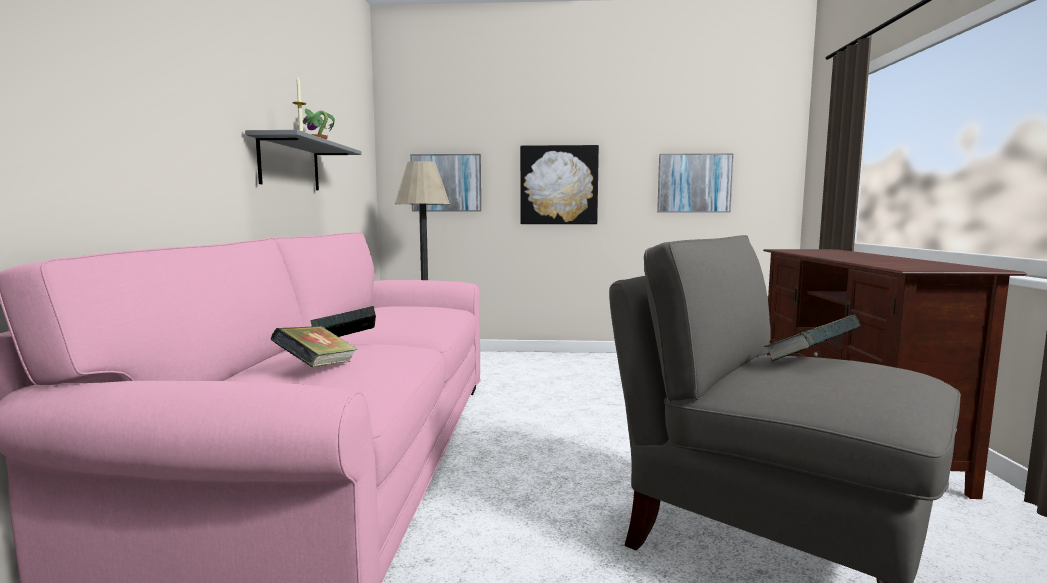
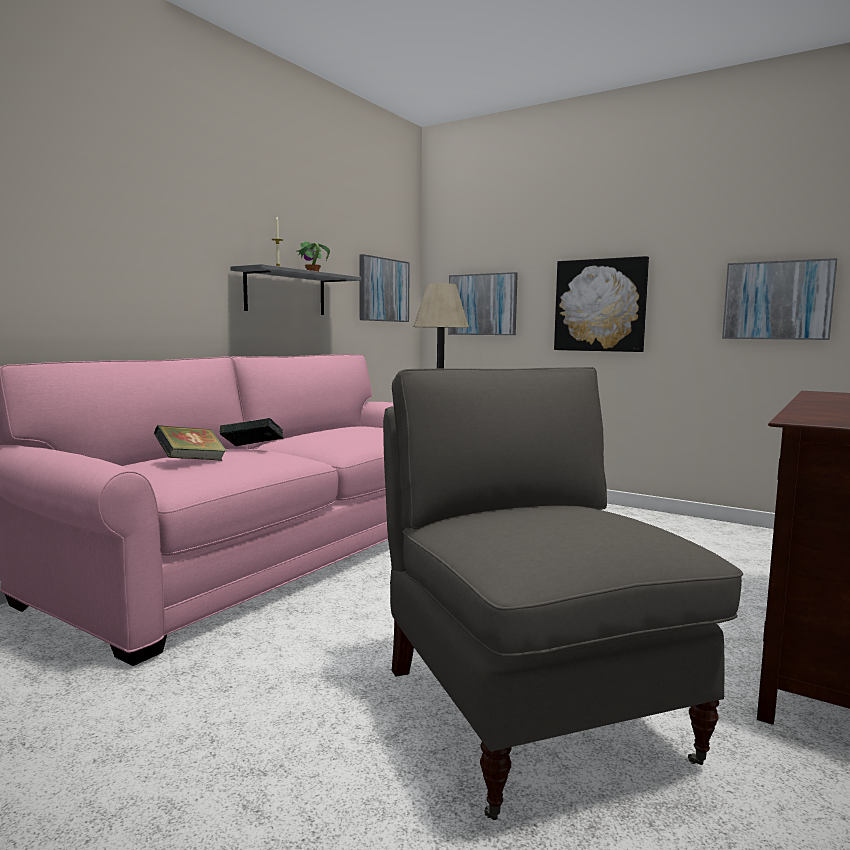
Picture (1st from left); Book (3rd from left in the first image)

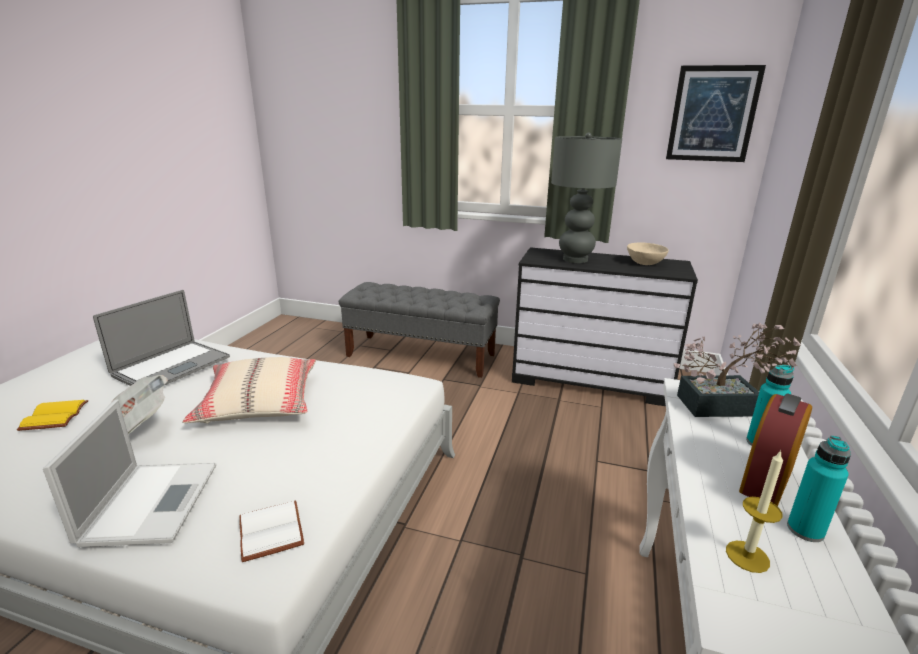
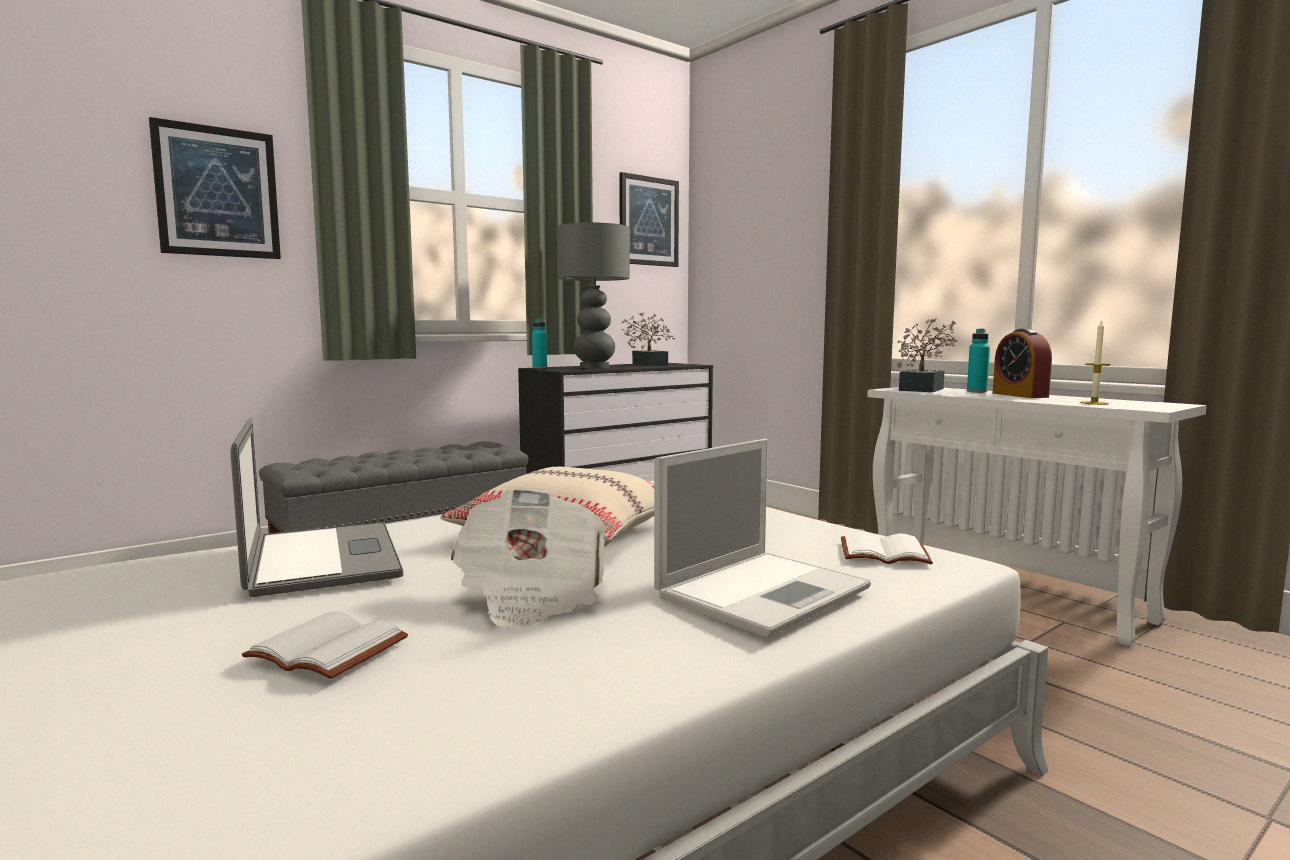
Picture (1st from left); WhiteBook (1st from left); TurquoiseBottle (1st from left); PottedPlant (1st from left); Laptop (2nd from left)

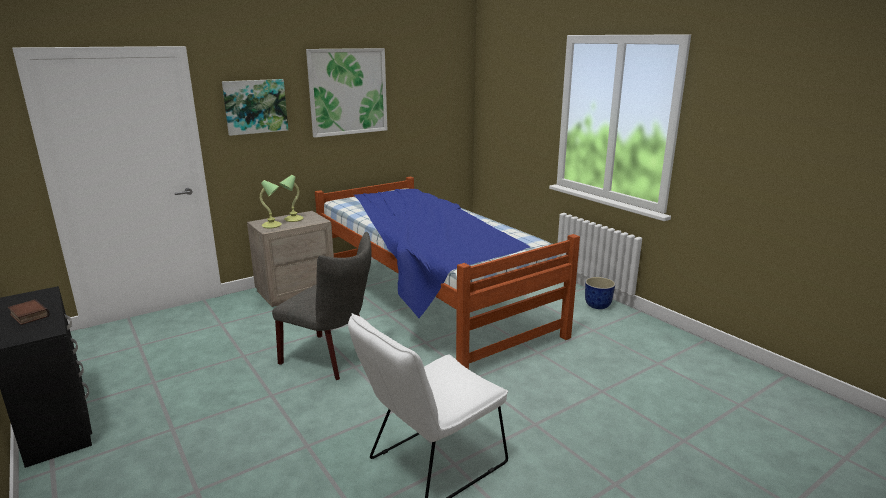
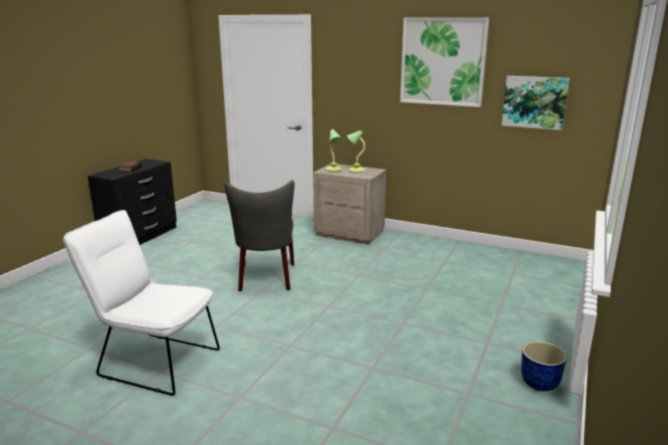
Picture (2nd from left); Bed

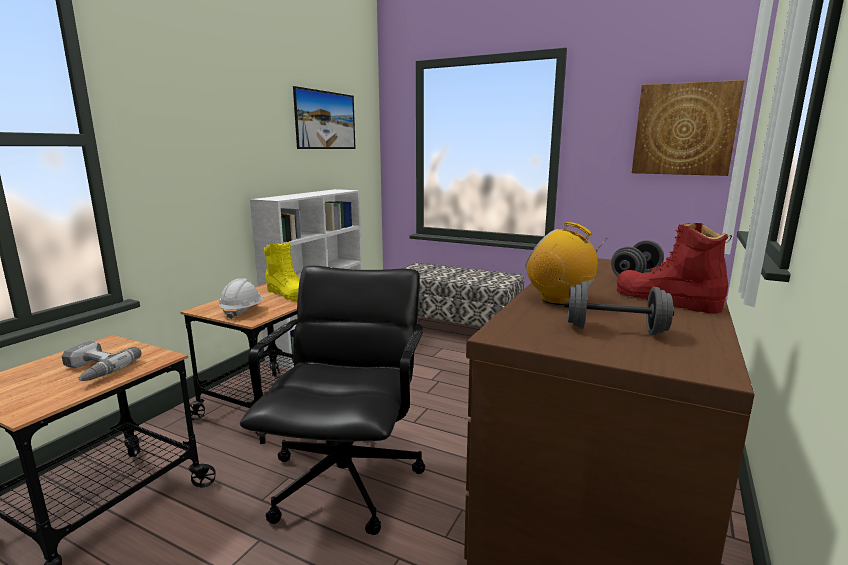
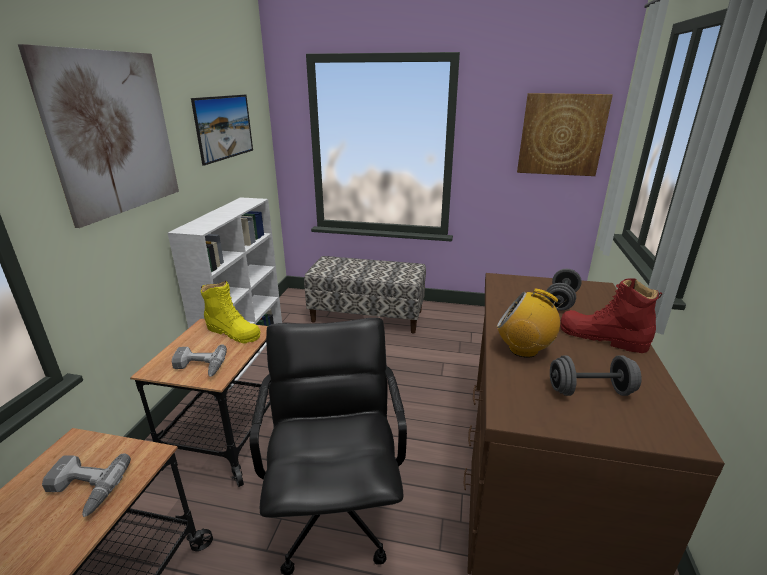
Picture (1st from left); PowerDrill (2nd from left)

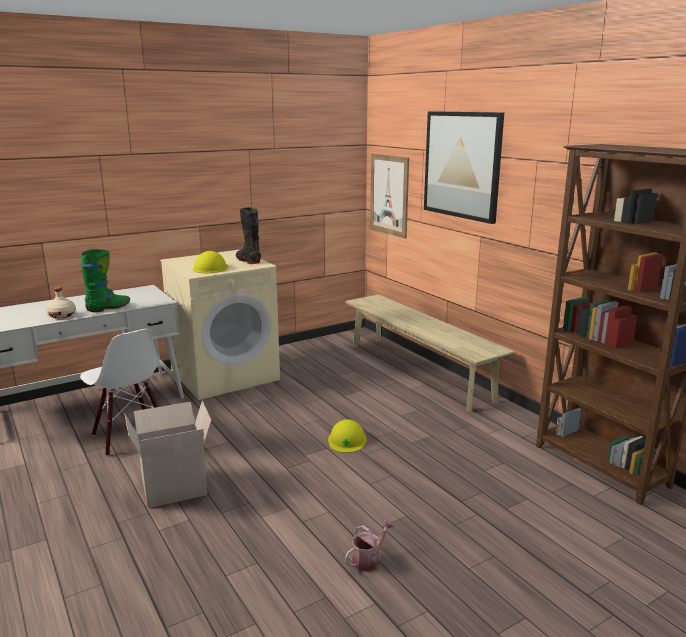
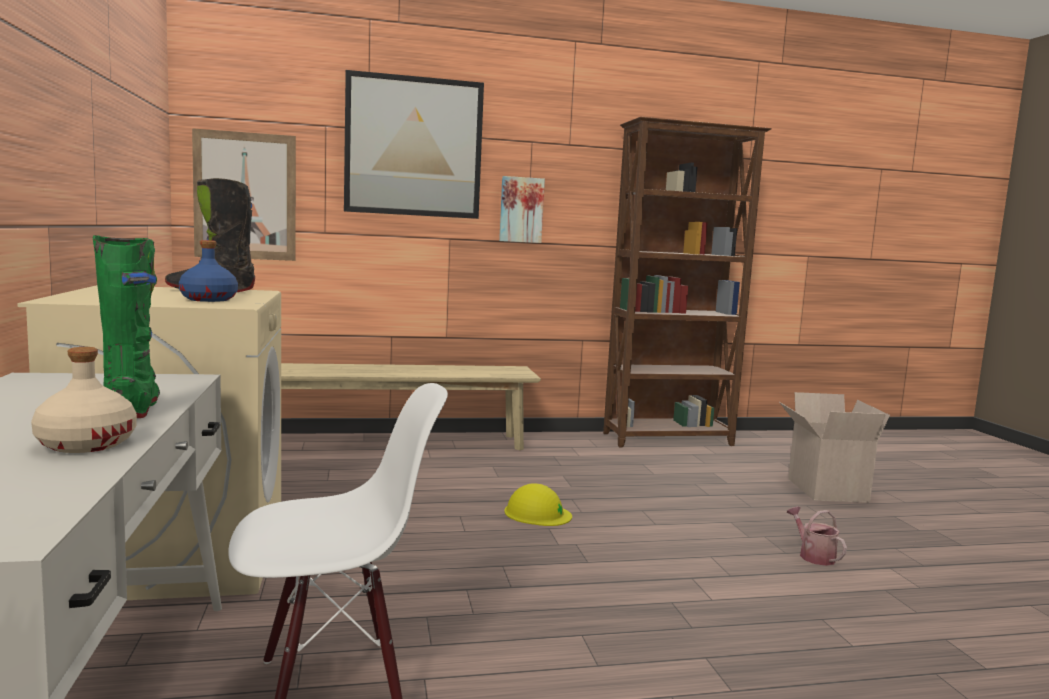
BlueBottle; Picture (3rd from left); CardboardBox

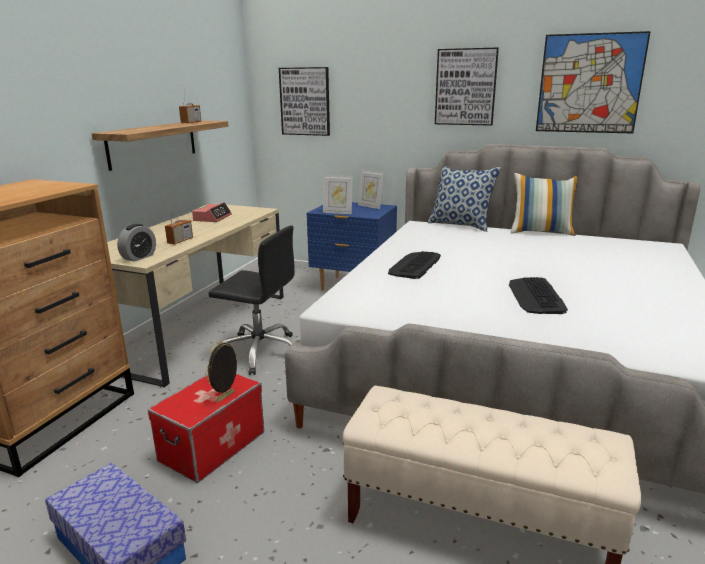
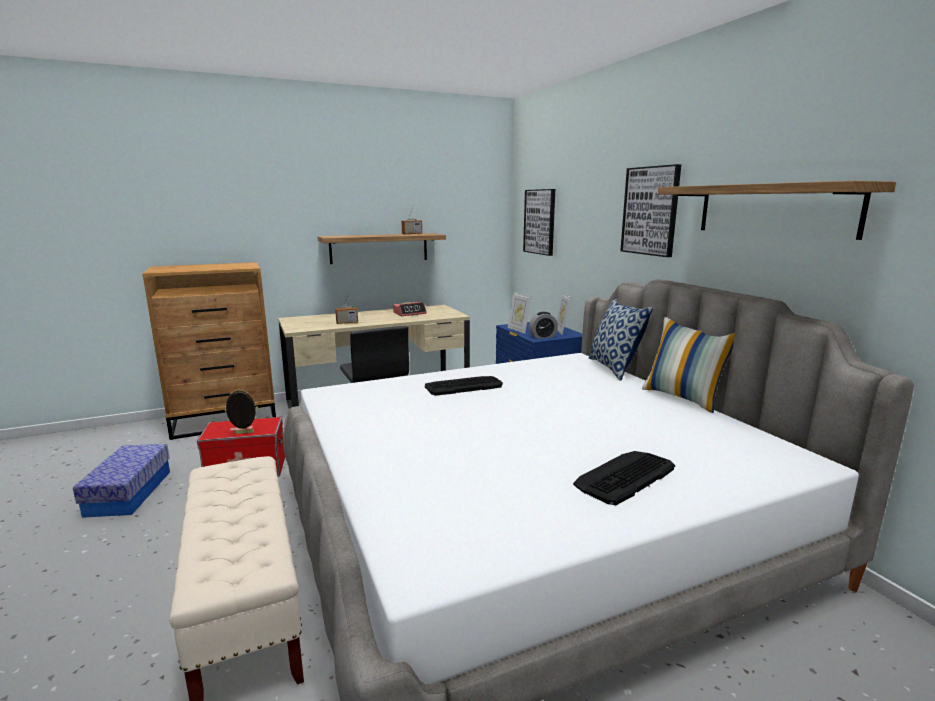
AlarmClock (2nd from left); Keyboard (2nd from left); Shelf (2nd from left)

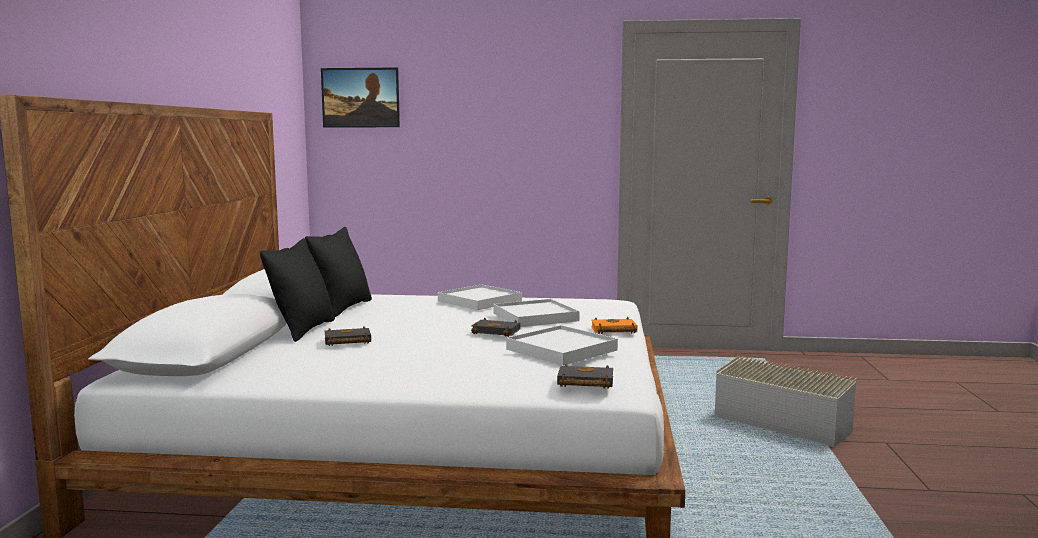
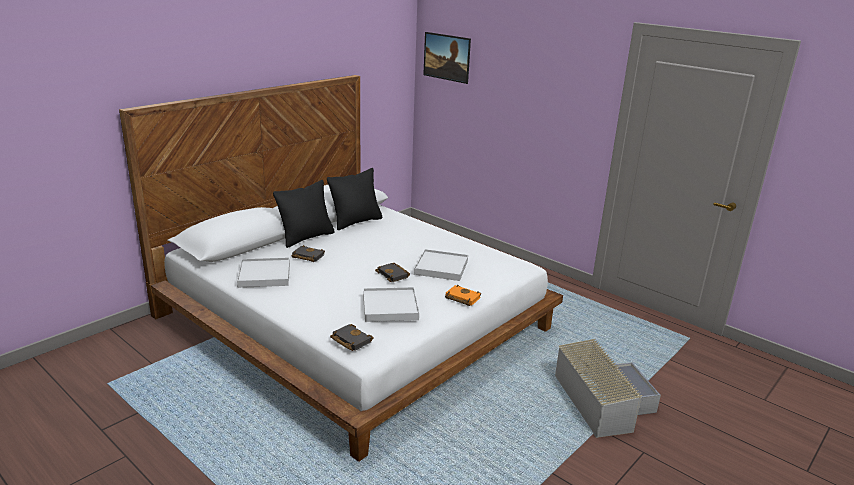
WhiteTray (1st from left)

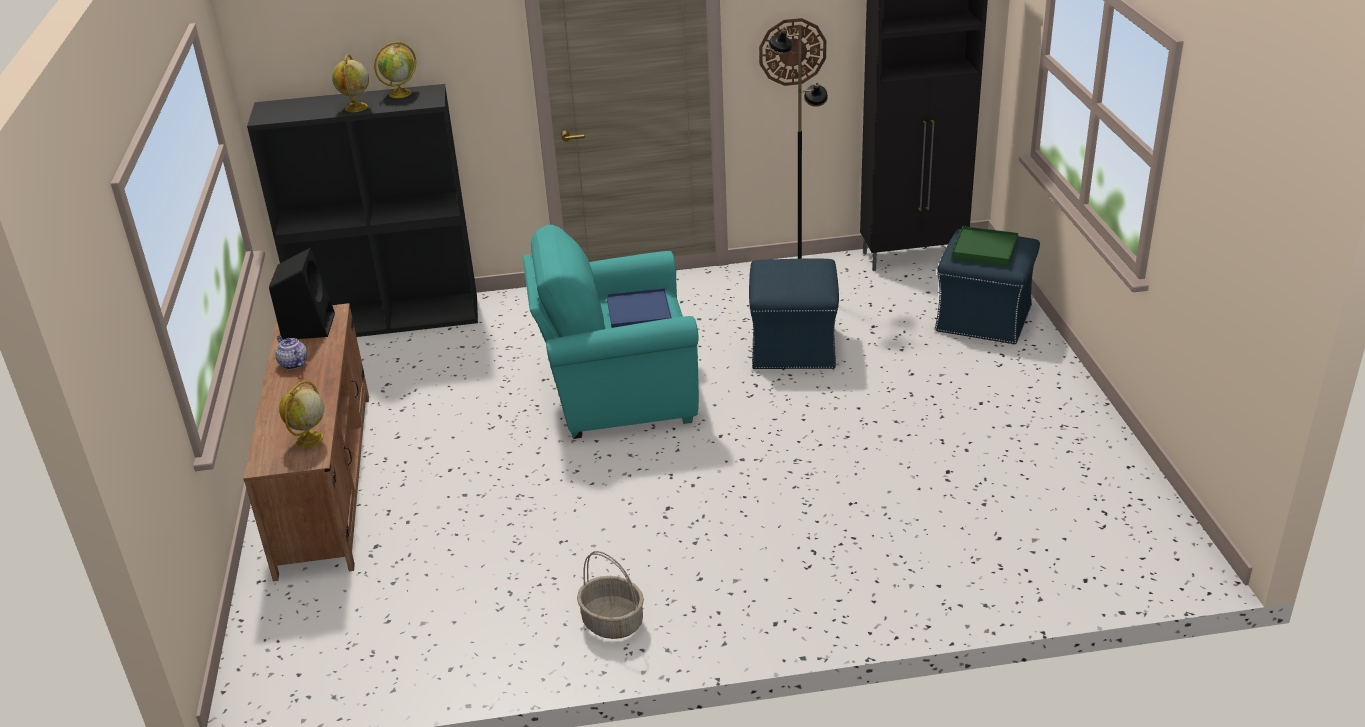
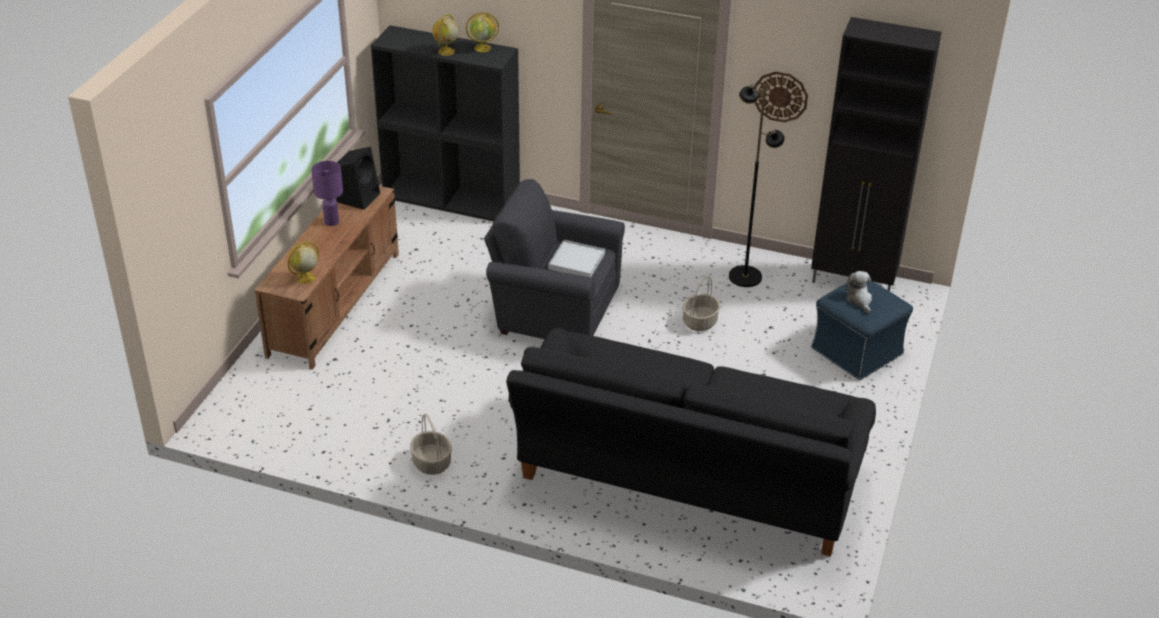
PurpleTableLamp; GreyArmchair; BlackSofa; WhiteTray; Basket (2nd from left); PlushToy

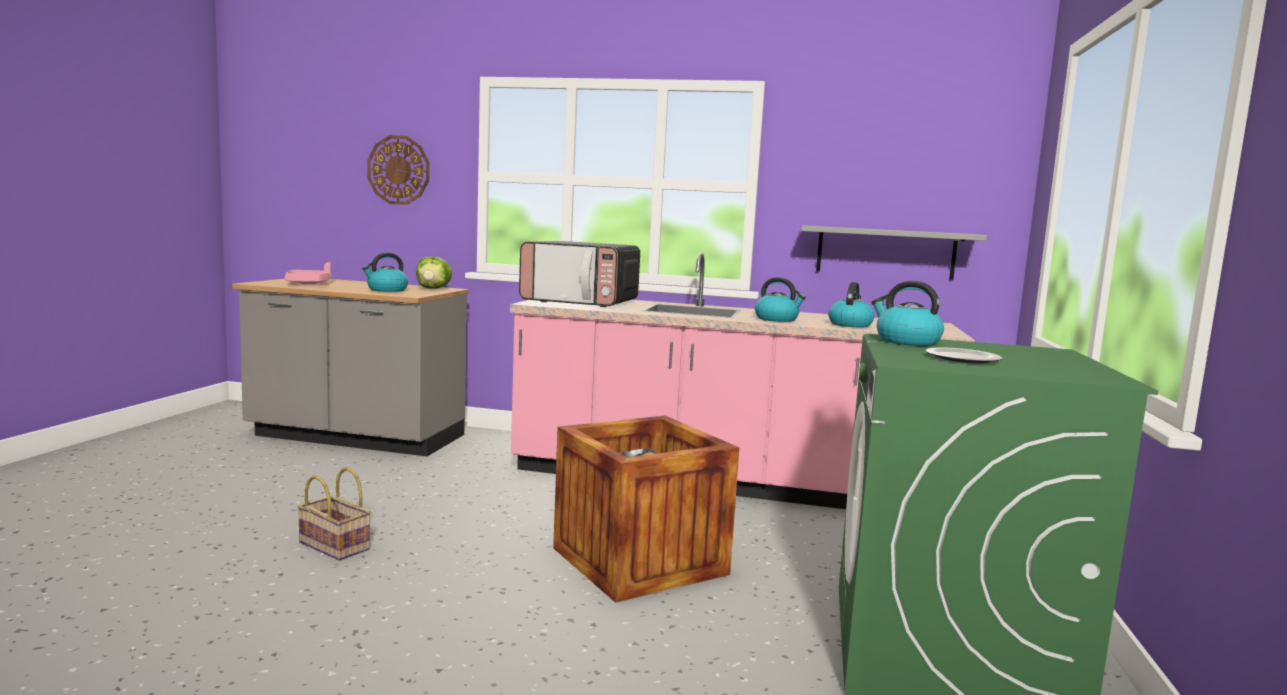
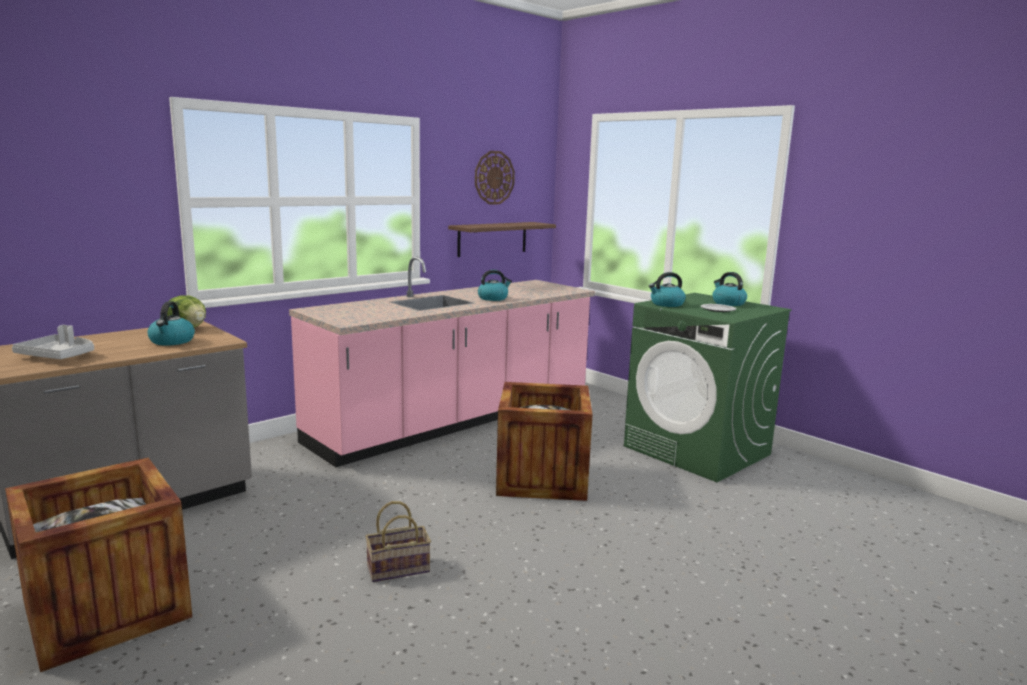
Crate (1st from left); GreyTray; BrownShelf; WallClock; Kettle (4th from left); Microwave

